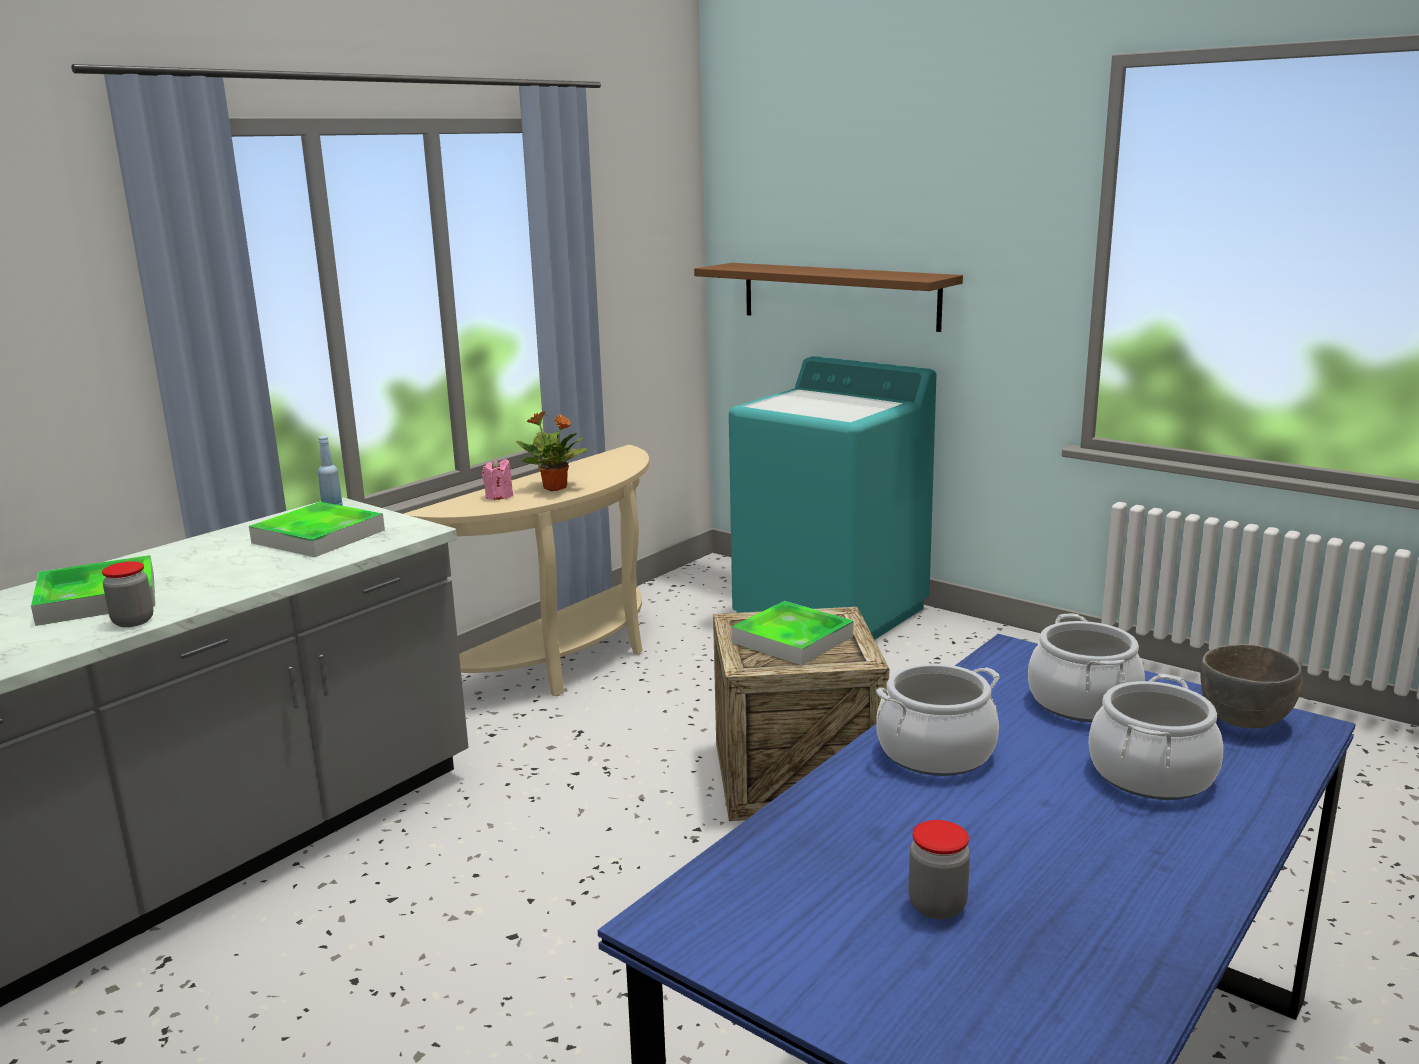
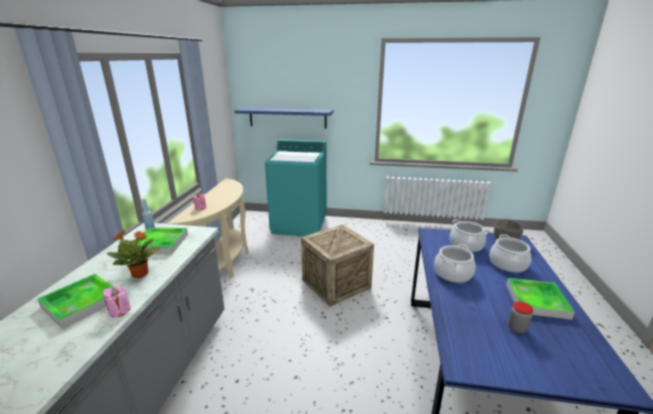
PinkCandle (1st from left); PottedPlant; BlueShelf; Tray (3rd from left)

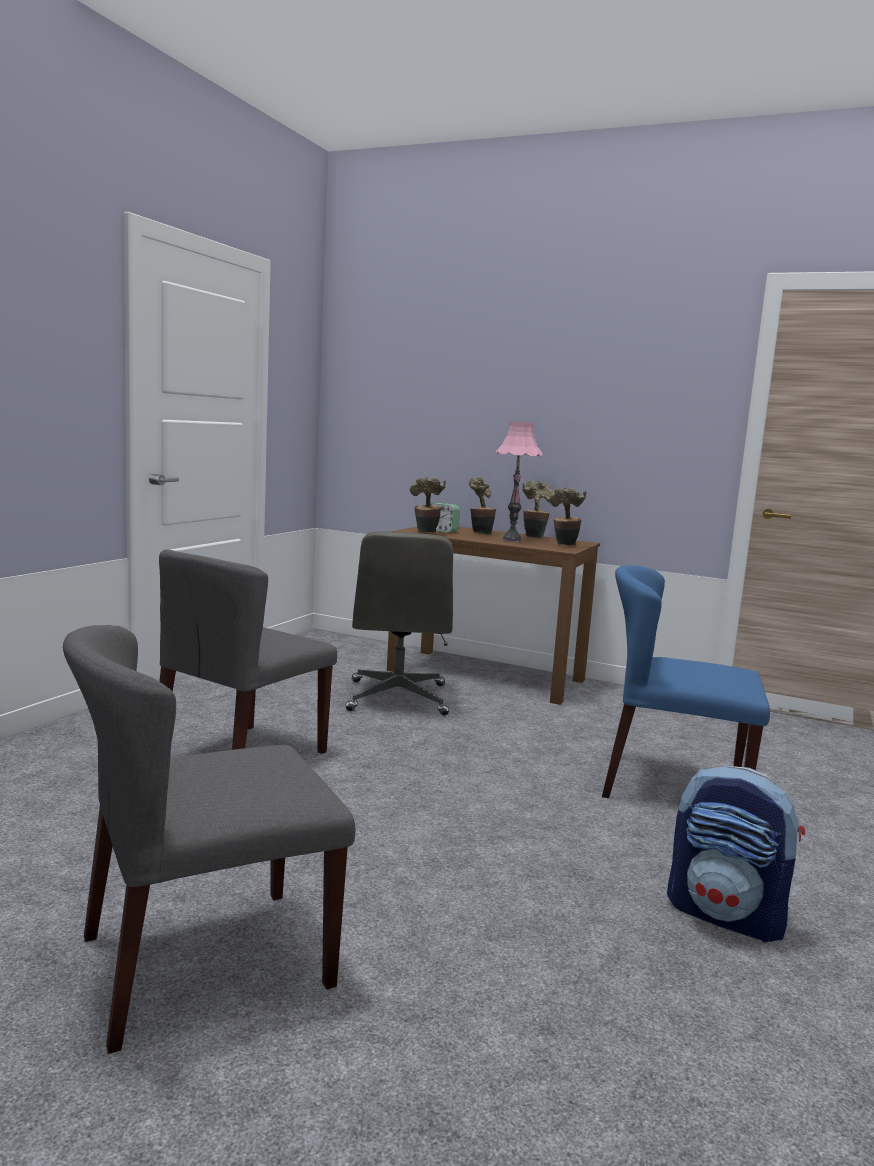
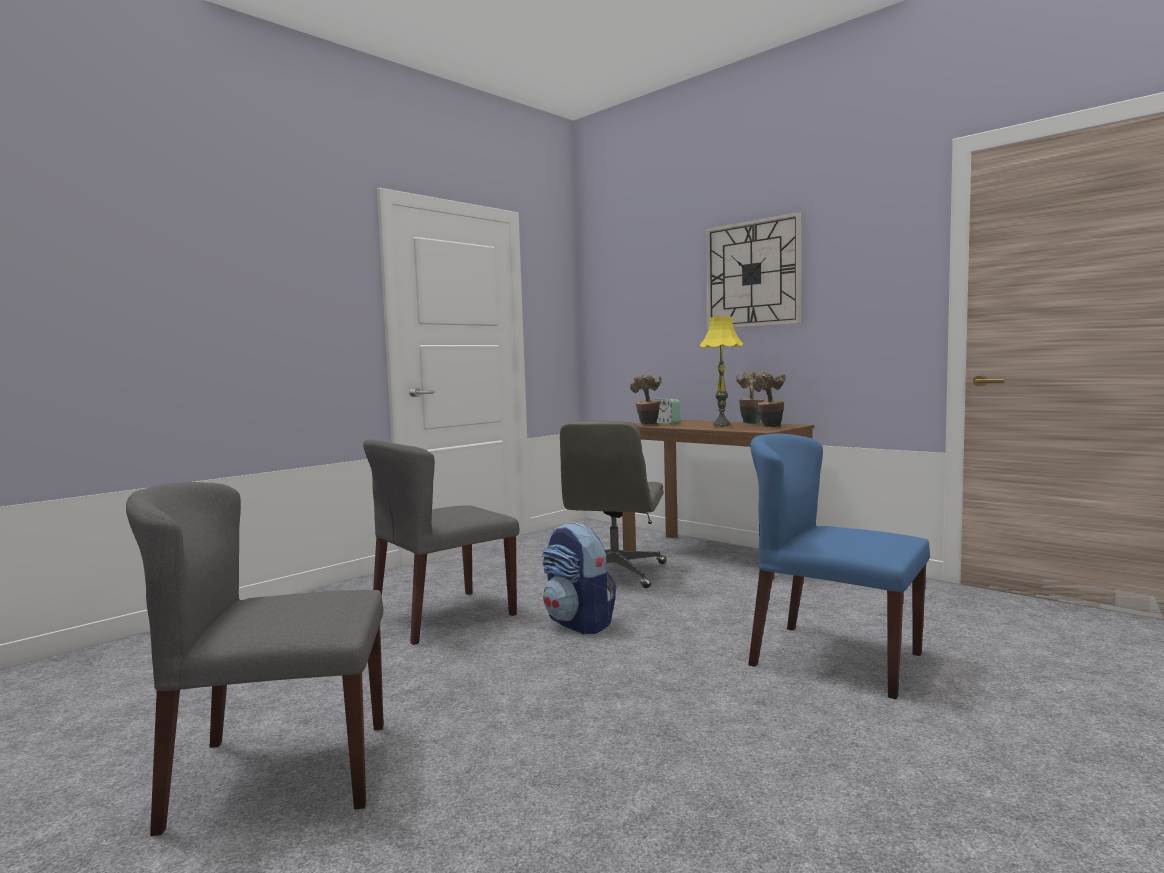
Backpack; YellowTableLamp; WallClock; PottedPlant (2nd from left in the first image)

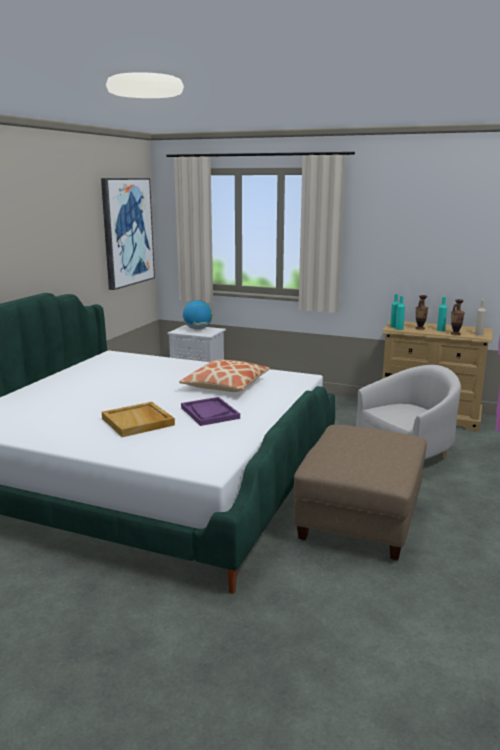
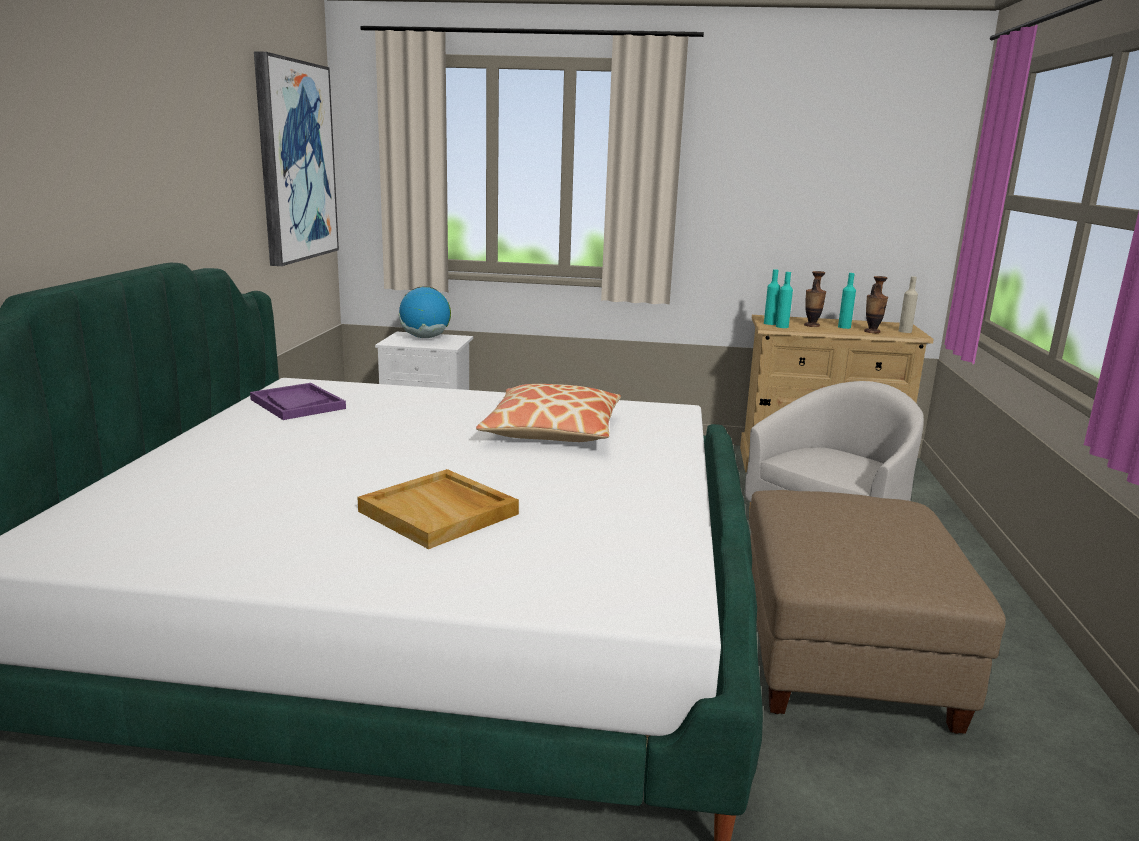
PurpleTray

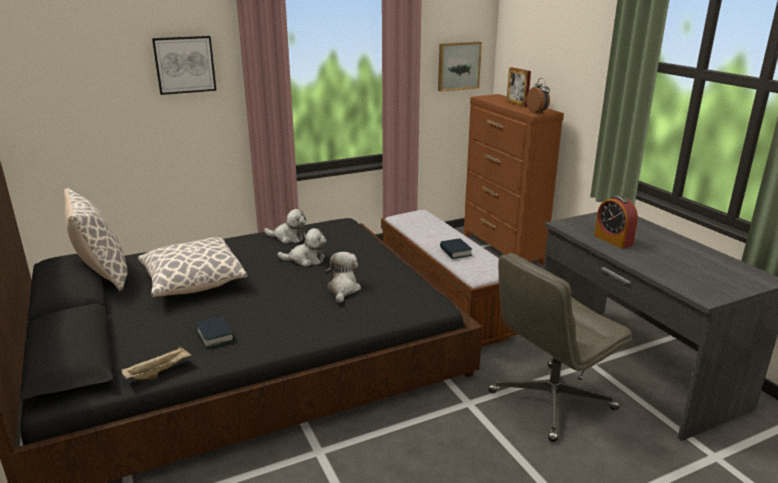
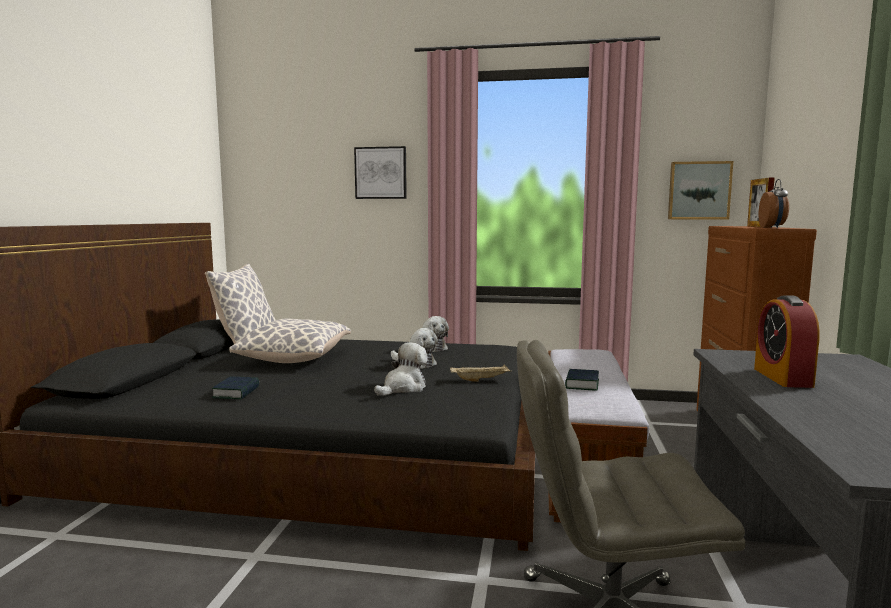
BeigeTray

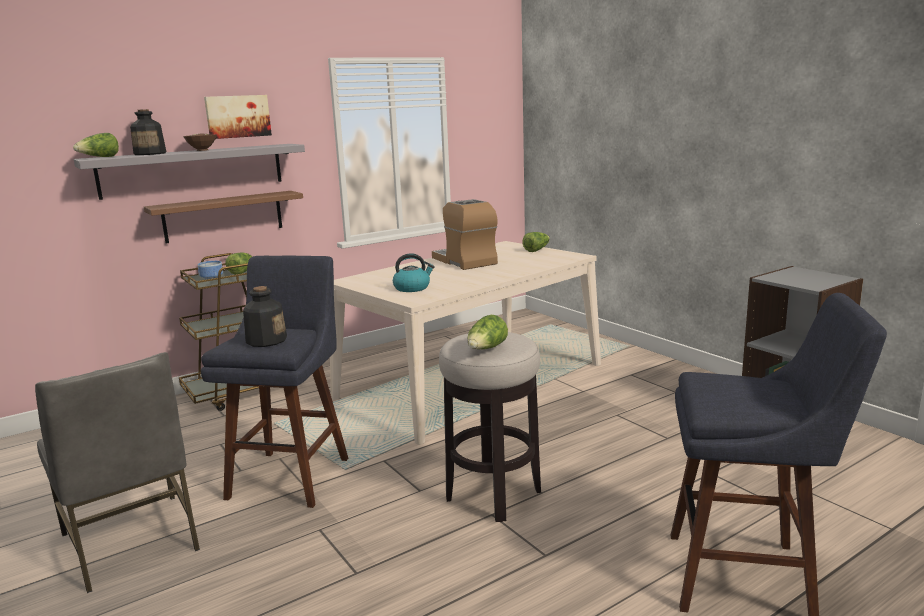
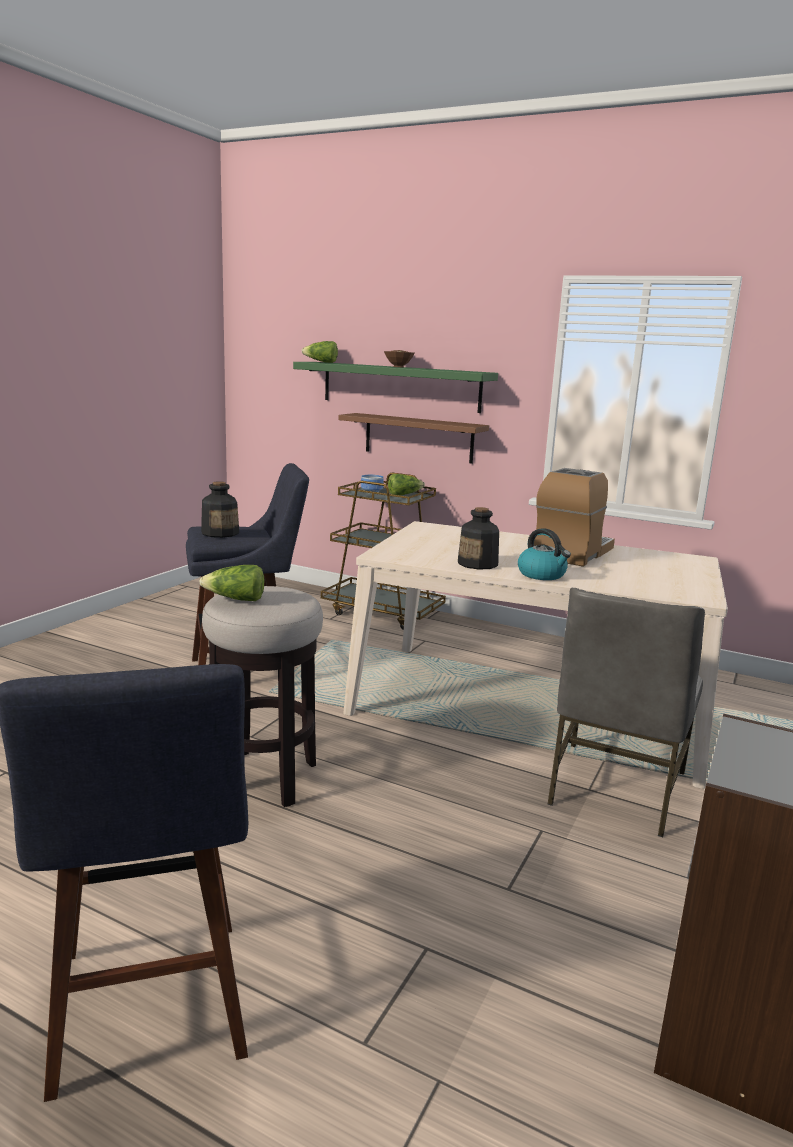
GreenShelf; Bottle (2nd from left); Kettle; GreyChair; Picture; Lettuce (4th from left in the first image)

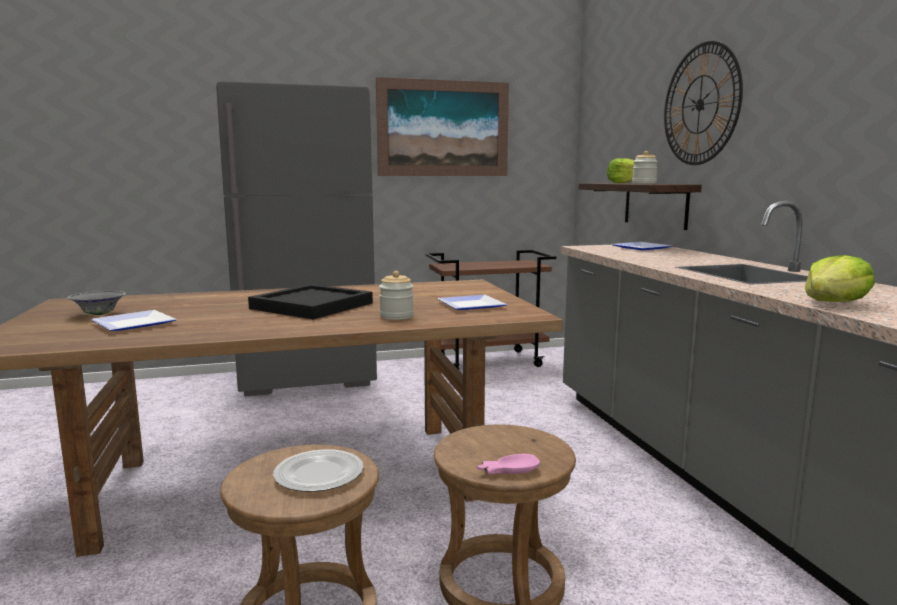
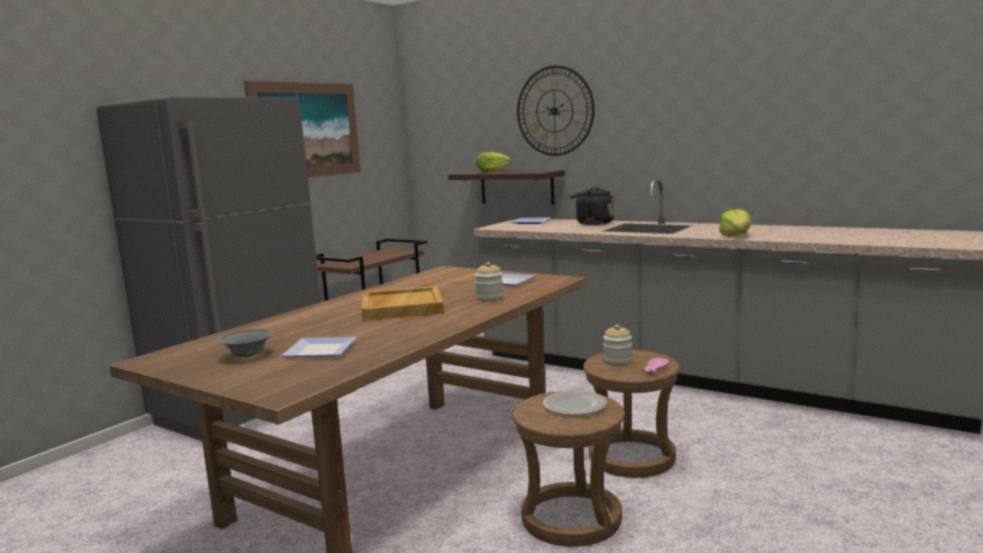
BeigeTray; BlackKettle; Jar (2nd from left)

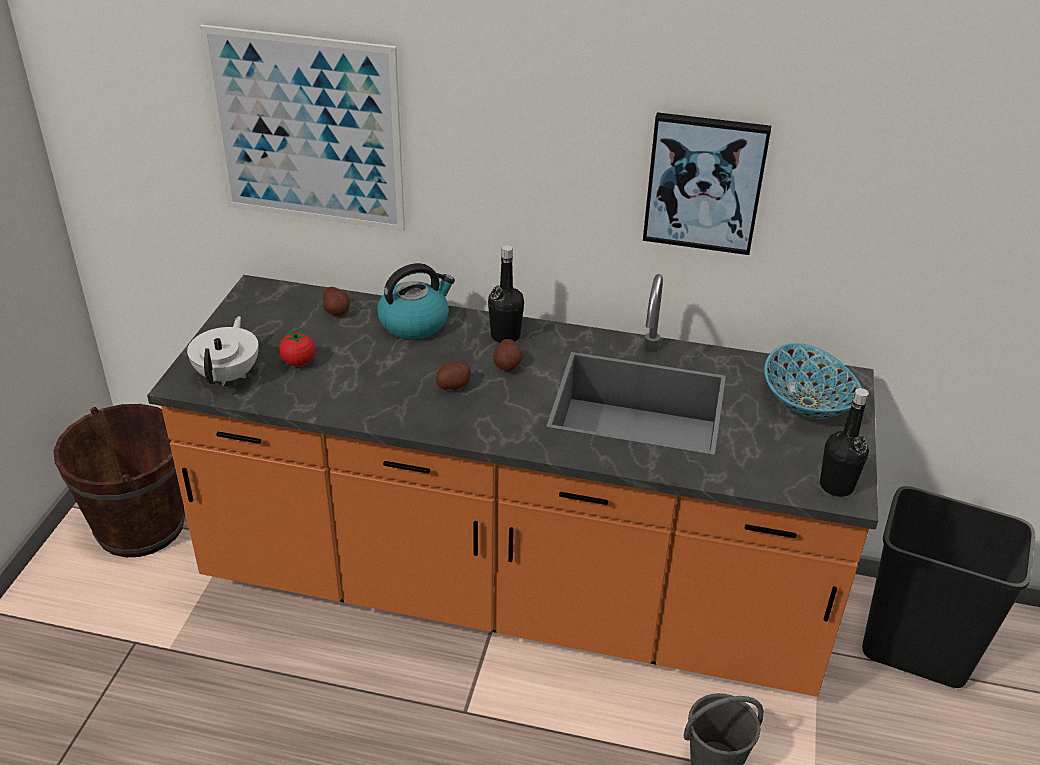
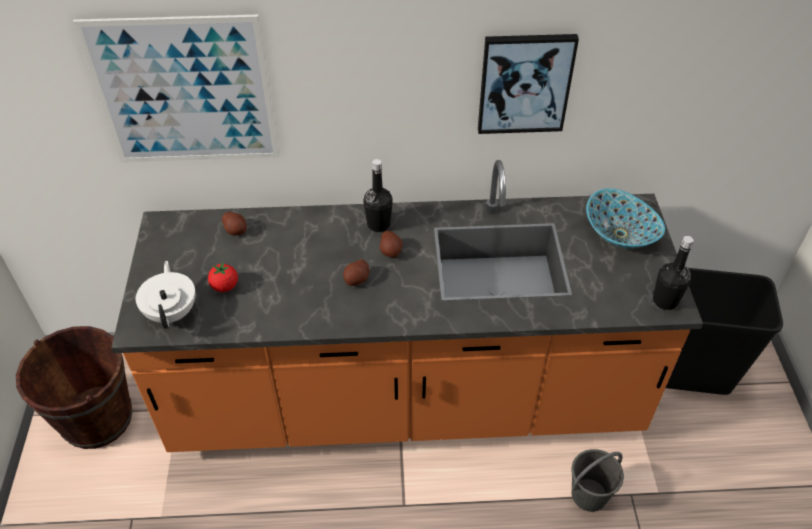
Kettle

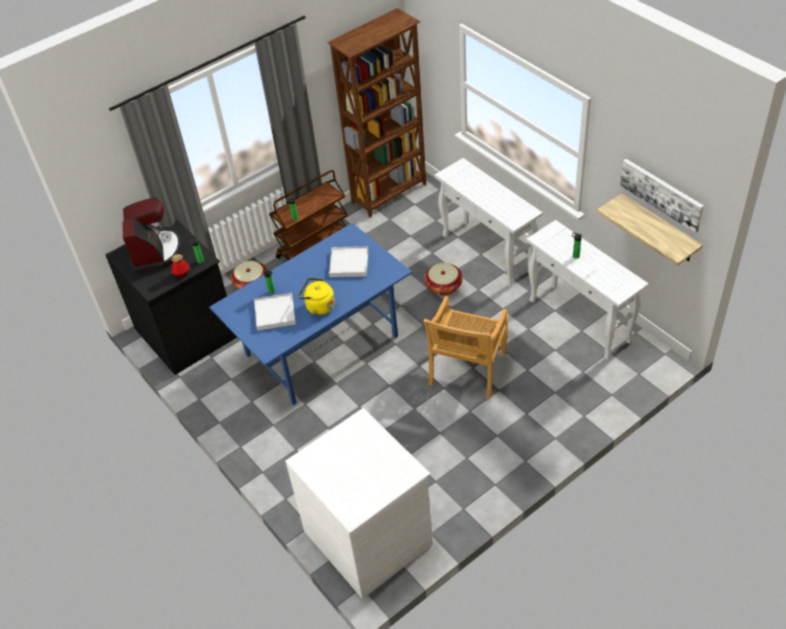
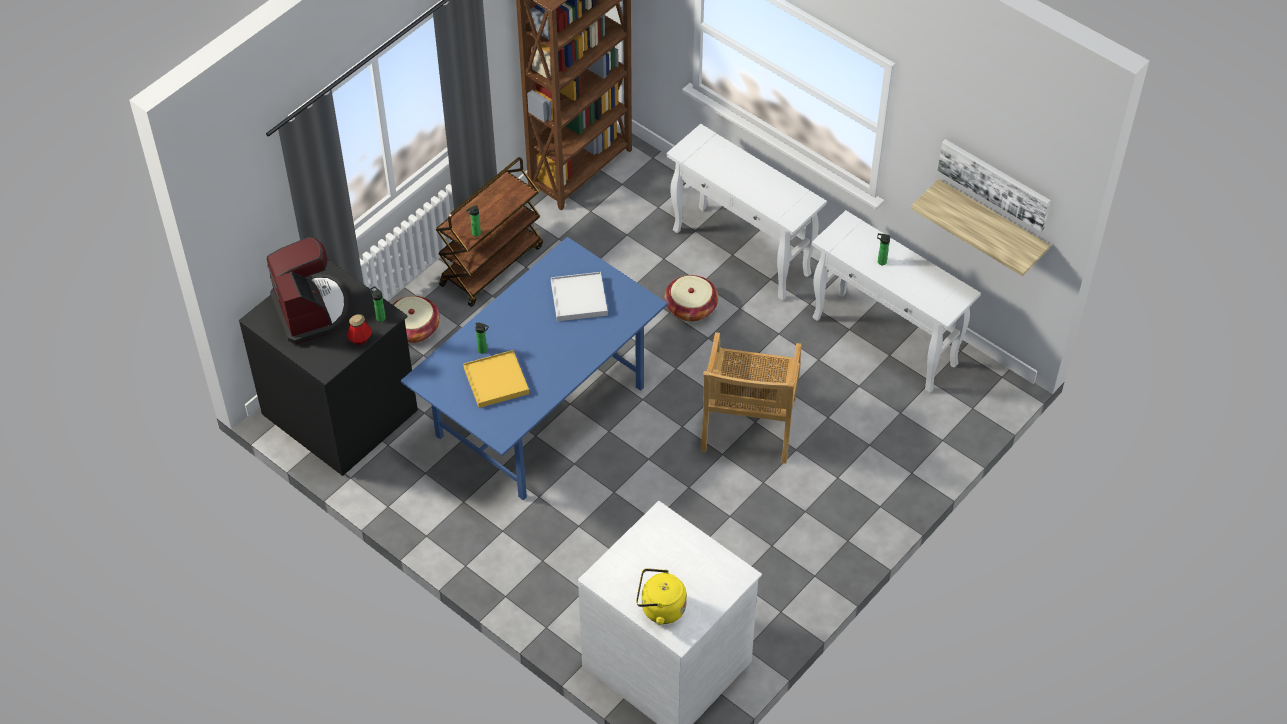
YellowTray; YellowKettle

